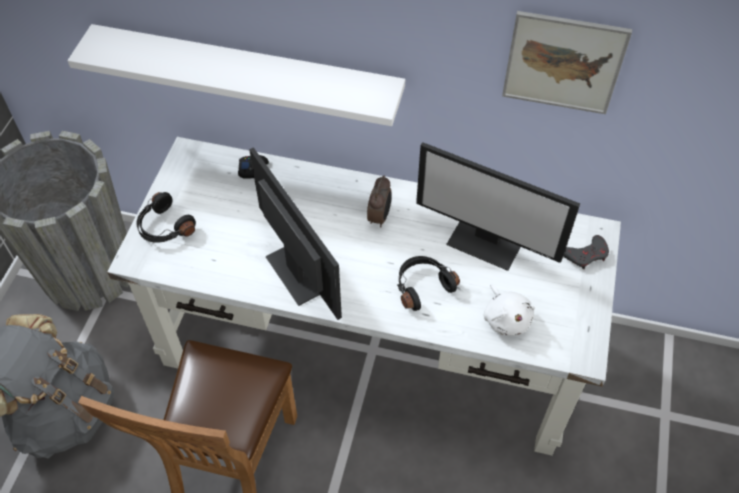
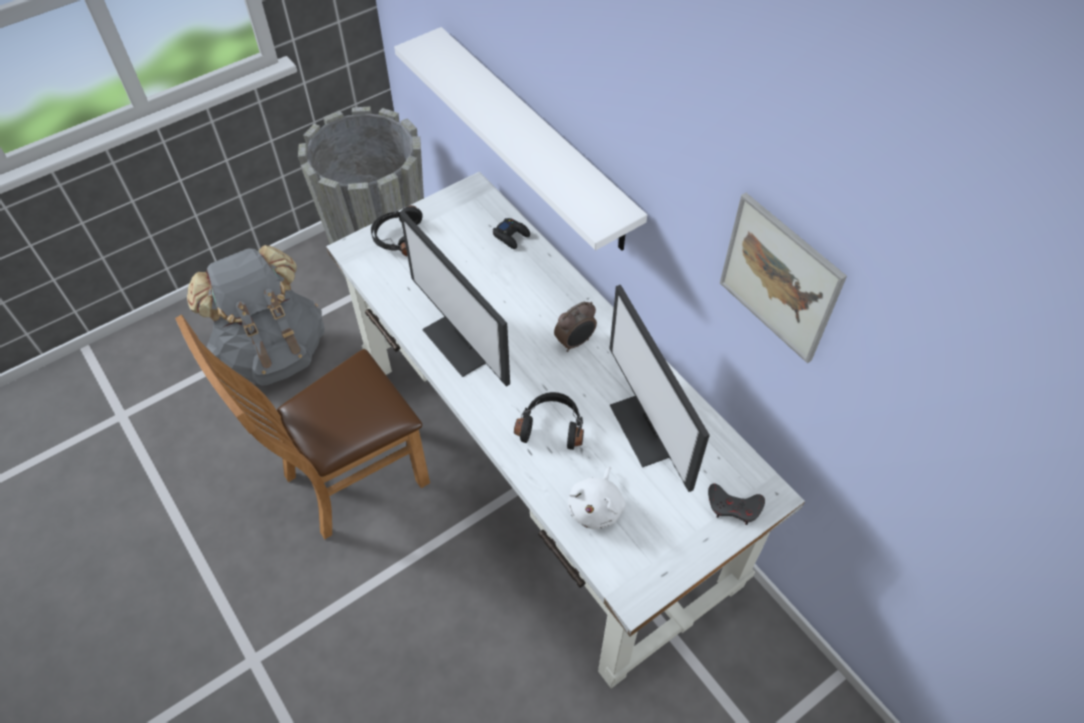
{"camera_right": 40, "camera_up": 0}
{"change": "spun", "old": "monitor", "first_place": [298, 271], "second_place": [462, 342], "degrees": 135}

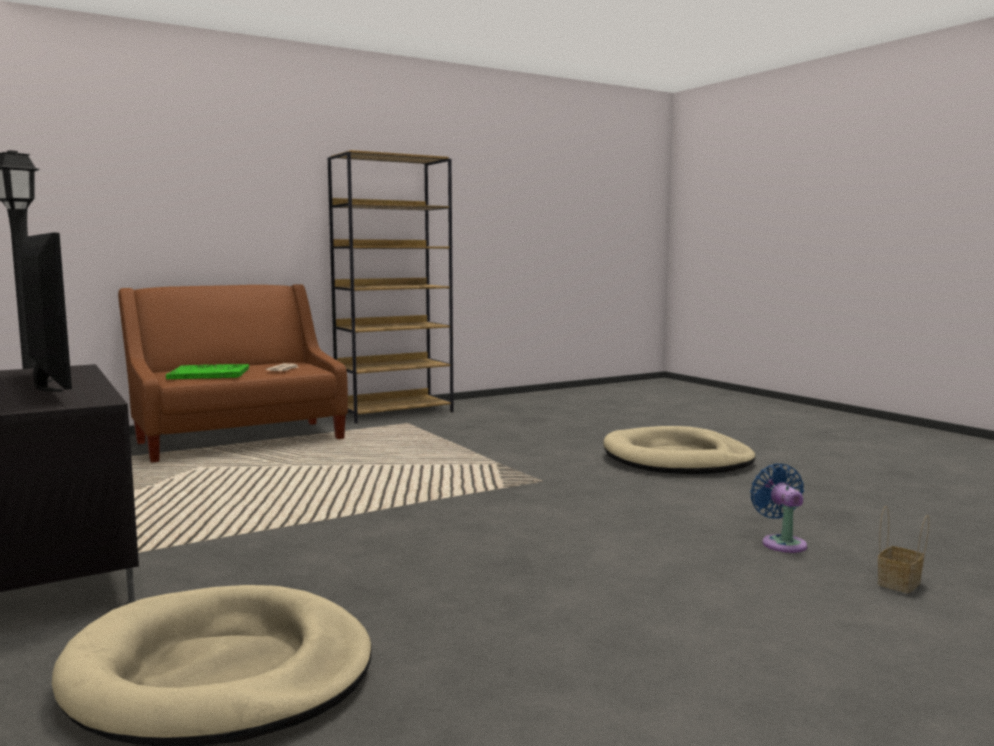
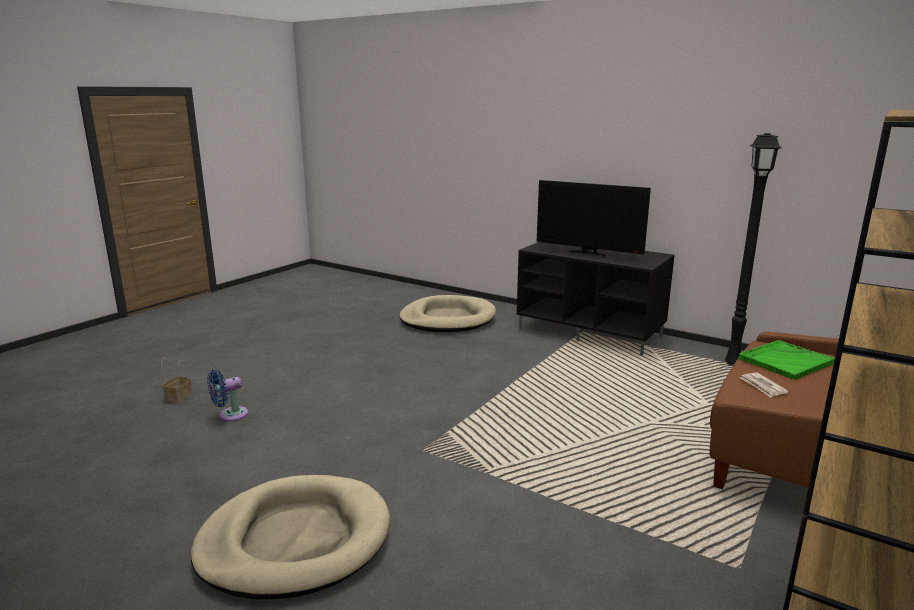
{"camera_right": 155, "camera_up": 10}
{"change": "spun", "old": "blue fan", "first_place": [781, 543], "second_place": [230, 415], "degrees": 90}

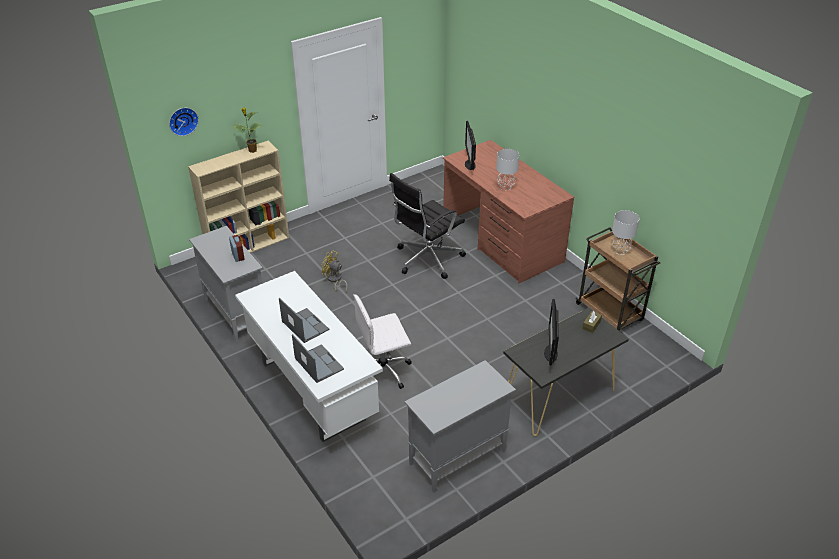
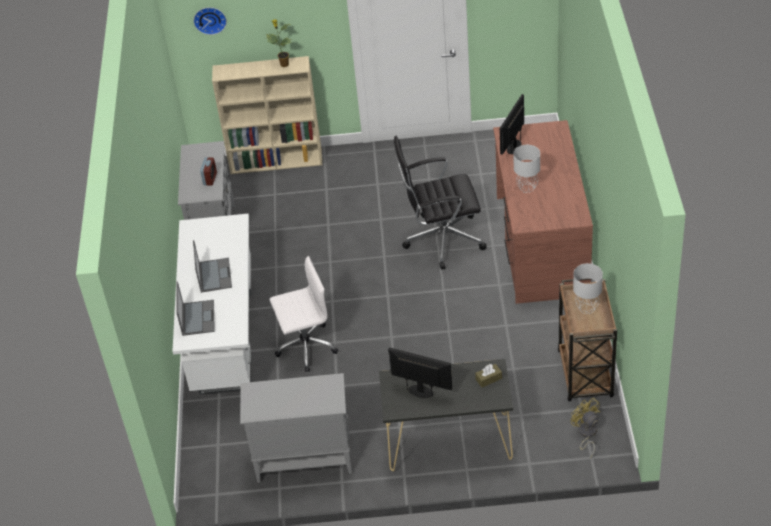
{"camera_right": 35, "camera_up": 5}
{"change": "relocated", "old": "yellow fan", "first_place": [334, 280], "second_place": [586, 434]}
{"change": "spun", "old": "white office chair", "first_place": [384, 370], "second_place": [305, 346], "degrees": 150}
{"change": "spun", "old": "monitor", "first_place": [550, 353], "second_place": [421, 391], "degrees": 75}

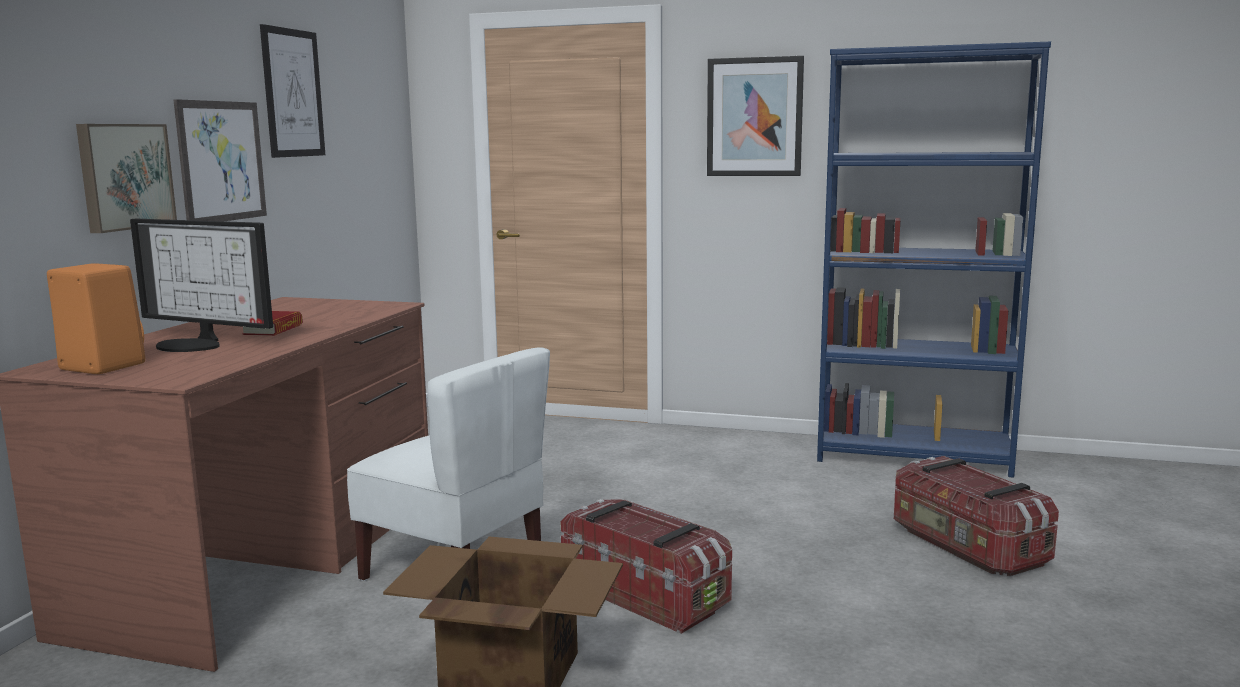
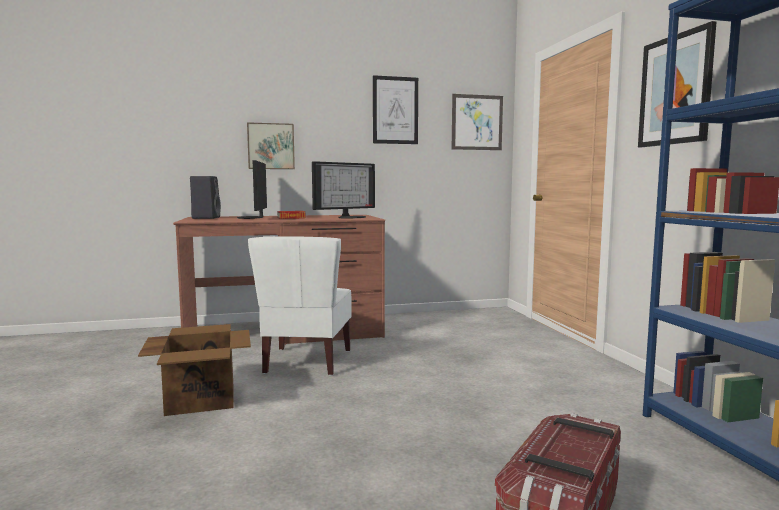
{"camera_right": 60, "camera_up": -5}
{"change": "missing", "old": "storage box", "first_place": [646, 594]}
{"change": "appeared", "new": "monitor", "second_place": [350, 217]}
{"change": "relocated", "old": "picture", "first_place": [222, 161], "second_place": [477, 122]}
{"change": "colour", "old": "orange speaker", "new": "black speaker", "first_place": [100, 366], "second_place": [206, 218]}

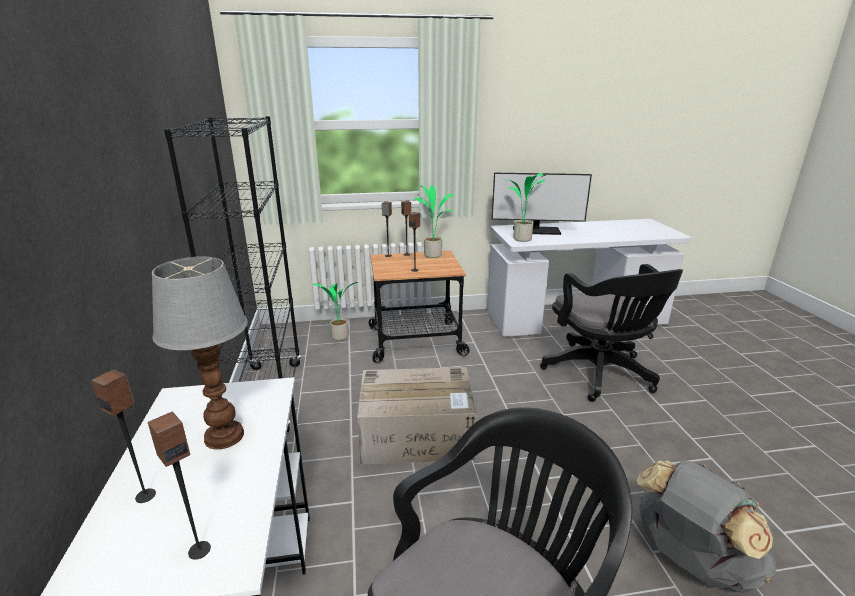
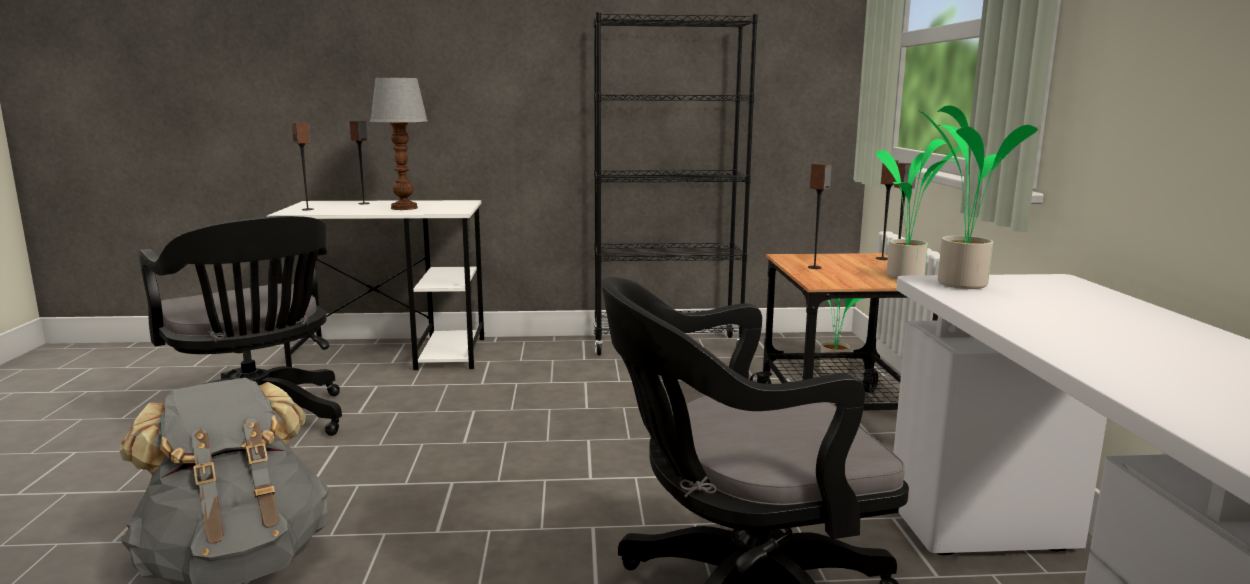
{"camera_right": 95, "camera_up": -10}
{"change": "missing", "old": "cardboard box", "first_place": [418, 434]}
{"change": "missing", "old": "monitor", "first_place": [536, 231]}

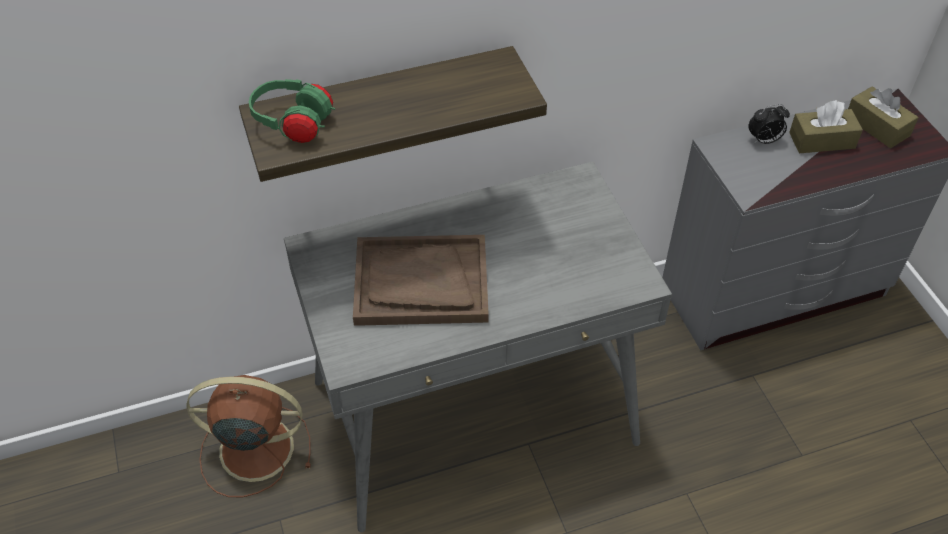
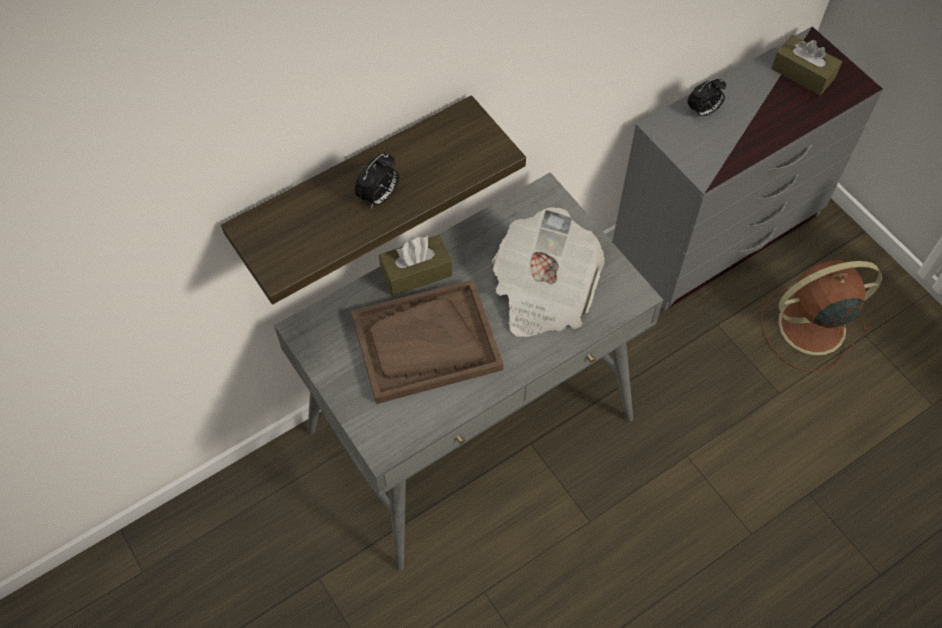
{"camera_right": -15, "camera_up": 10}
{"change": "missing", "old": "green headphones", "first_place": [294, 125]}
{"change": "appeared", "new": "alarm clock", "second_place": [379, 197]}
{"change": "appeared", "new": "newspaper", "second_place": [543, 292]}
{"change": "relocated", "old": "brown fan", "first_place": [253, 449], "second_place": [808, 326]}
{"change": "relocated", "old": "brown tissue box", "first_place": [822, 140], "second_place": [416, 272]}

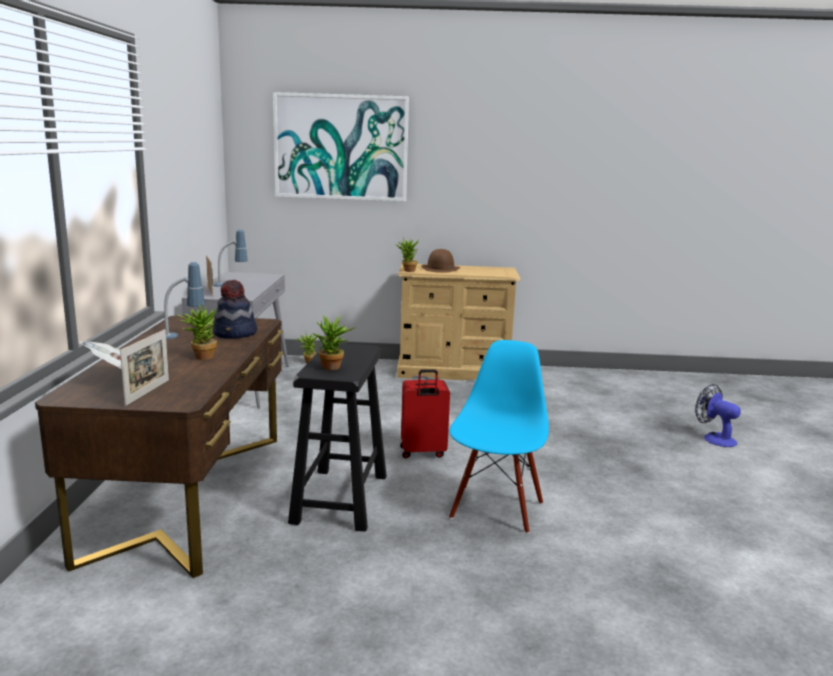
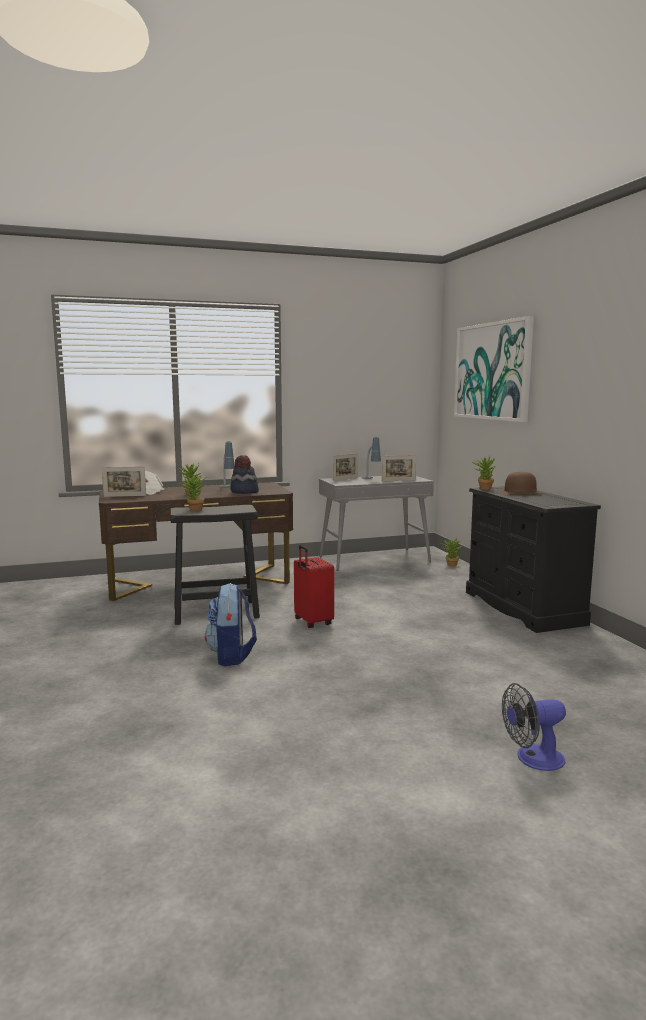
{"camera_right": 70, "camera_up": -5}
{"change": "appeared", "new": "picture frame", "second_place": [398, 480]}
{"change": "exchanged", "old": "blue chair", "new": "backpack", "first_place": [495, 509], "second_place": [231, 656]}
{"change": "colour", "old": "beige dresser", "new": "black dresser", "first_place": [454, 371], "second_place": [523, 608]}
{"change": "spun", "old": "fan", "first_place": [714, 438], "second_place": [532, 759], "degrees": -135}

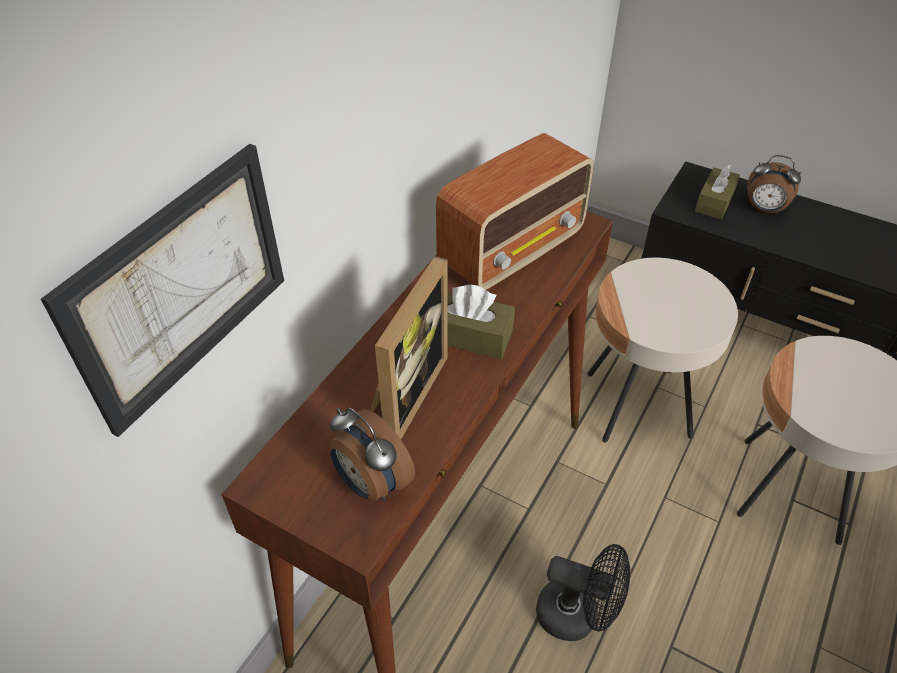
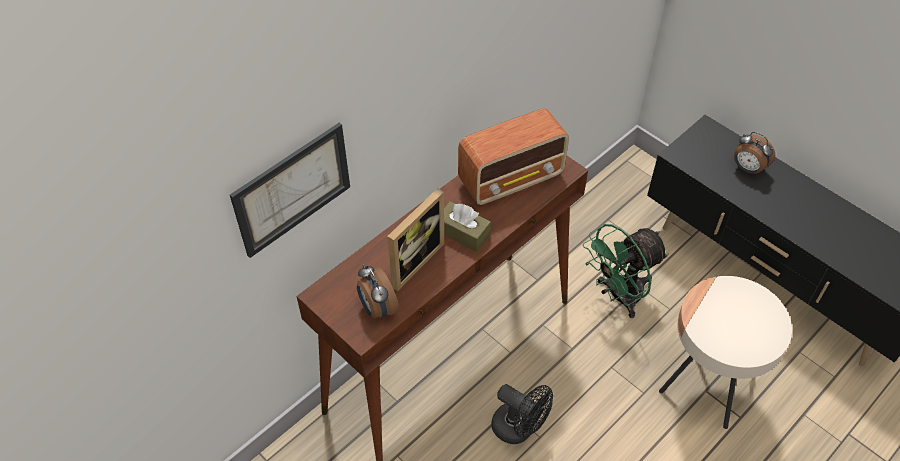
{"camera_right": 15, "camera_up": 5}
{"change": "missing", "old": "brown tissue box", "first_place": [714, 202]}
{"change": "exchanged", "old": "beige side table", "new": "green fan", "first_place": [638, 405], "second_place": [618, 297]}

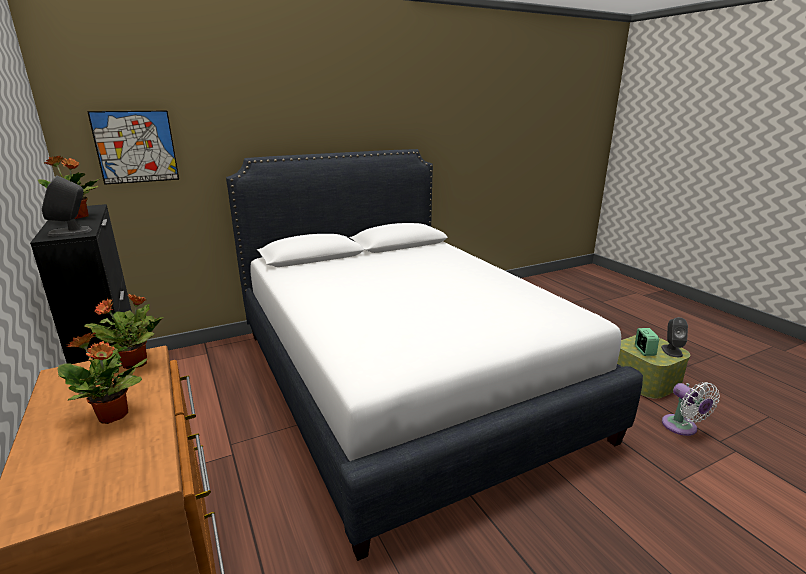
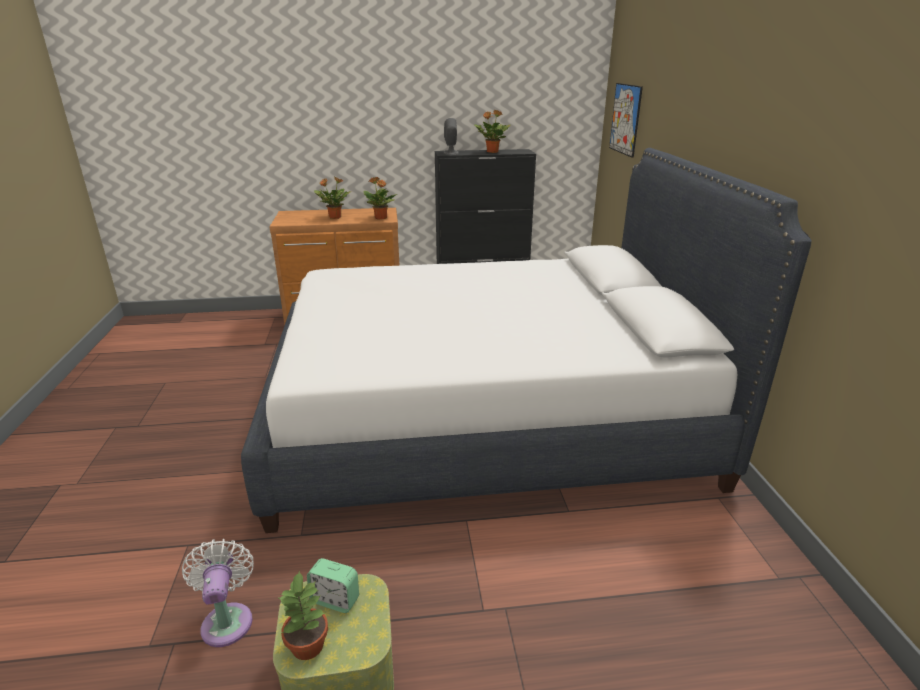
{"camera_right": 110, "camera_up": 5}
{"change": "exchanged", "old": "grey speaker", "new": "potted plant", "first_place": [671, 350], "second_place": [307, 646]}
{"change": "spun", "old": "white fan", "first_place": [682, 427], "second_place": [227, 619], "degrees": 75}

